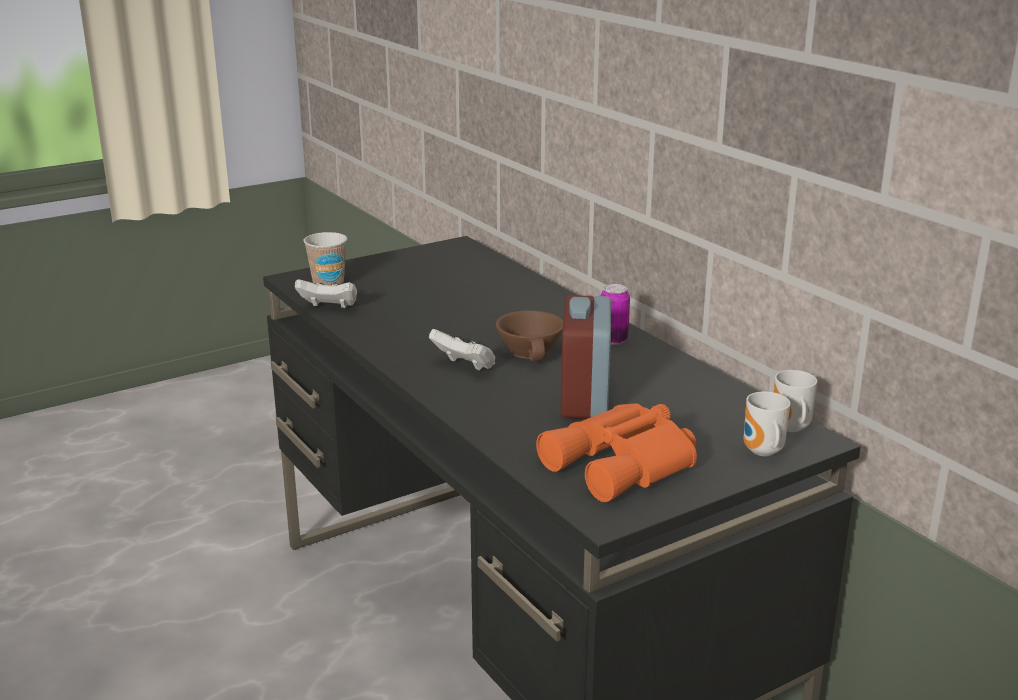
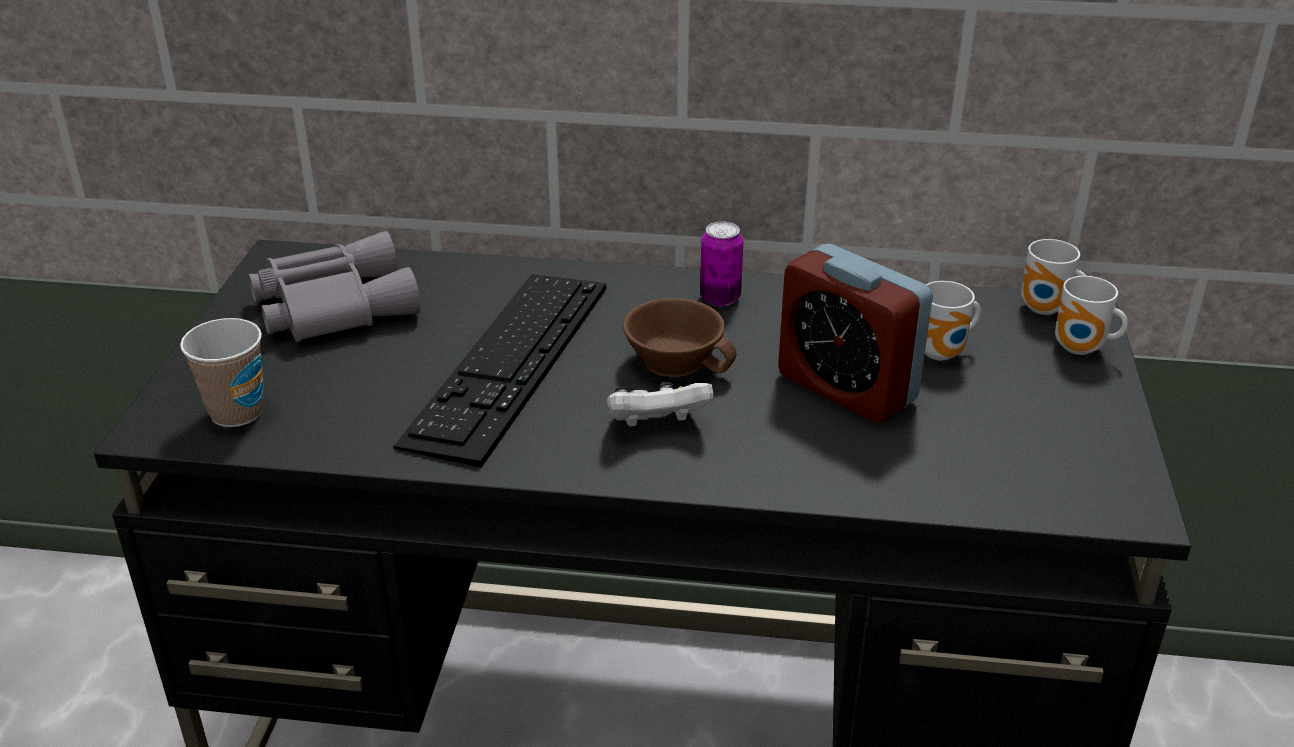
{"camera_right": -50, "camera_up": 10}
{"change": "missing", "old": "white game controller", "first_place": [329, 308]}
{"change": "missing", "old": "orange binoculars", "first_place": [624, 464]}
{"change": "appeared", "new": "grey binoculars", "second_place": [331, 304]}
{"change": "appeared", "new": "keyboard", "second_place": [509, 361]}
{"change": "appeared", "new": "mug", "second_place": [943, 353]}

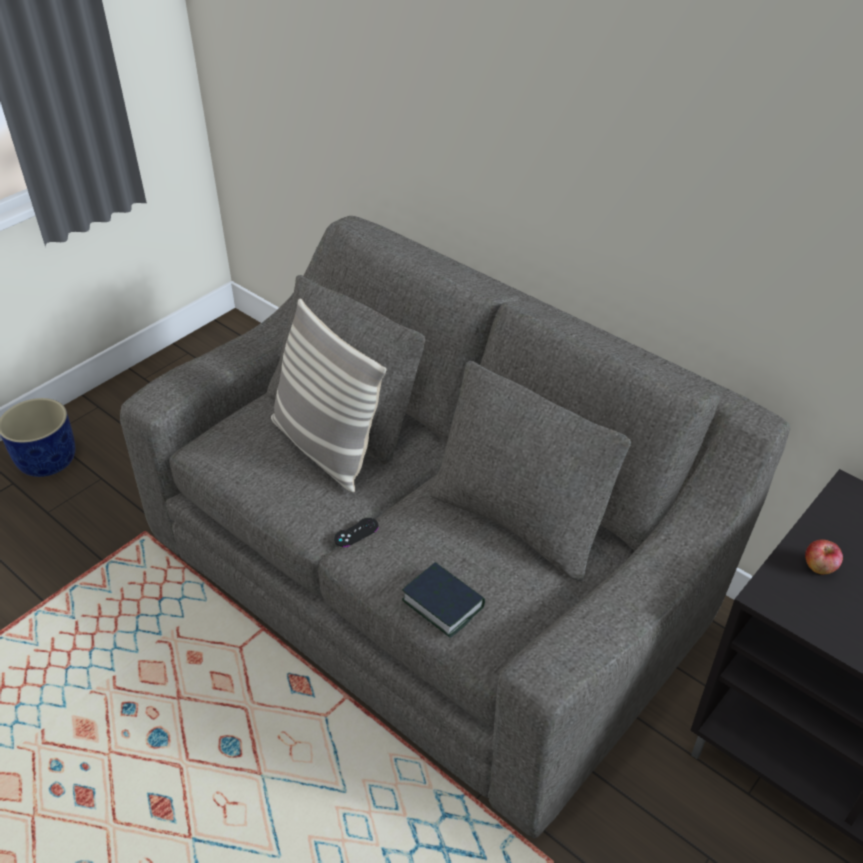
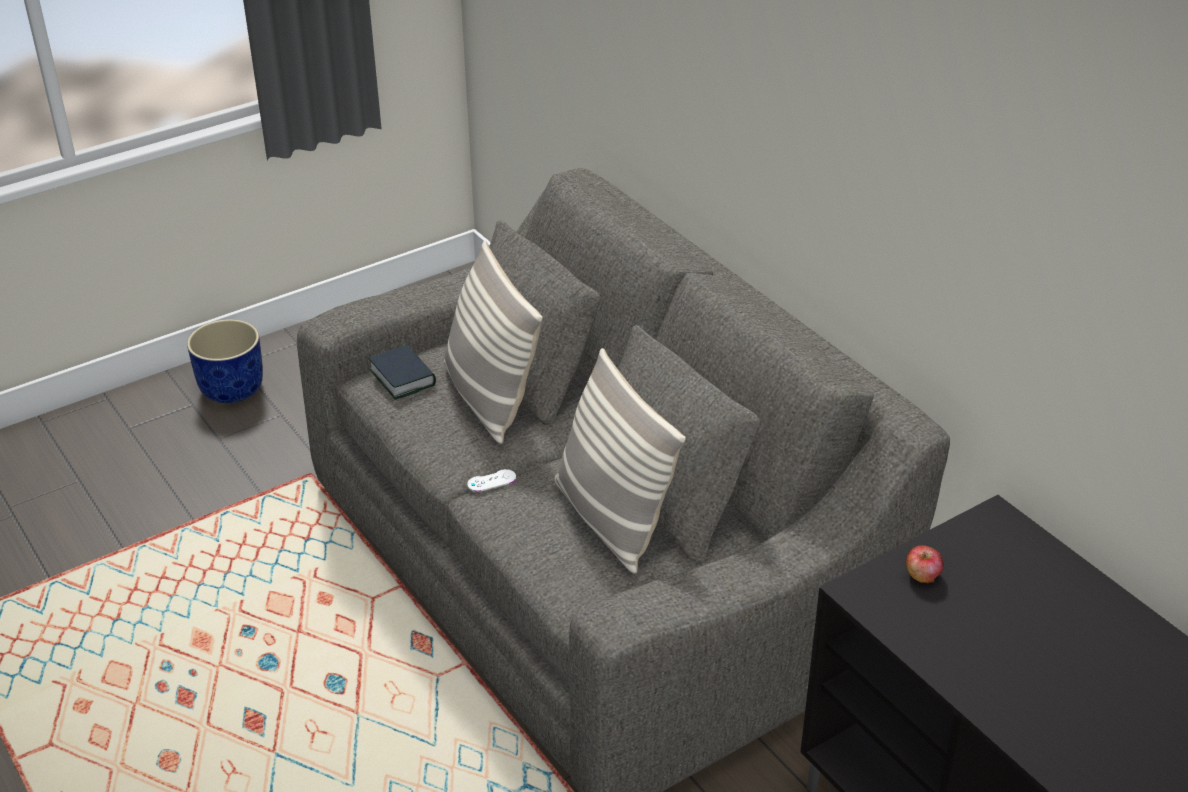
{"camera_right": 15, "camera_up": -5}
{"change": "appeared", "new": "pillow", "second_place": [611, 521]}
{"change": "relocated", "old": "book", "first_place": [443, 603], "second_place": [402, 377]}
{"change": "colour", "old": "black game controller", "new": "white game controller", "first_place": [356, 532], "second_place": [491, 481]}

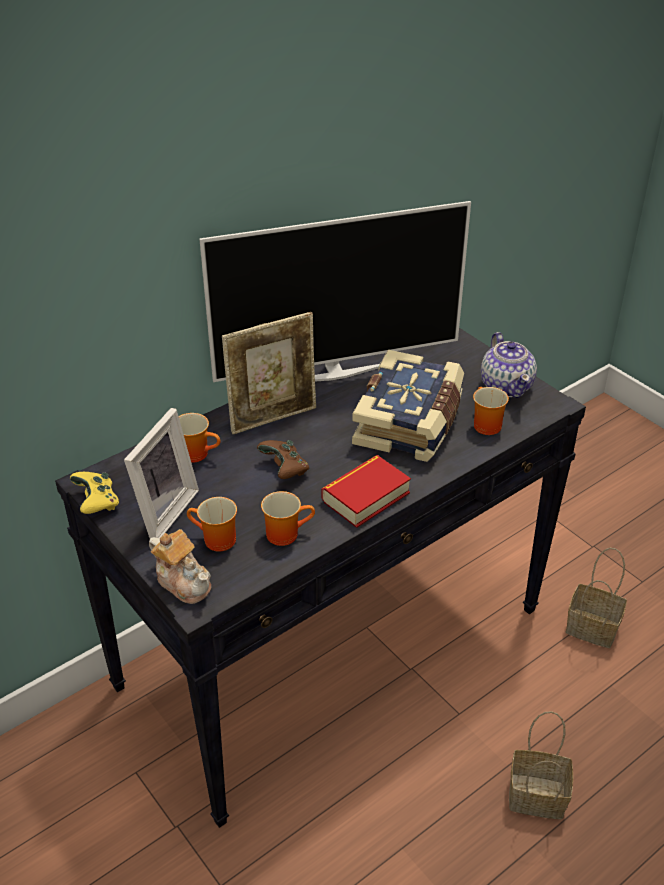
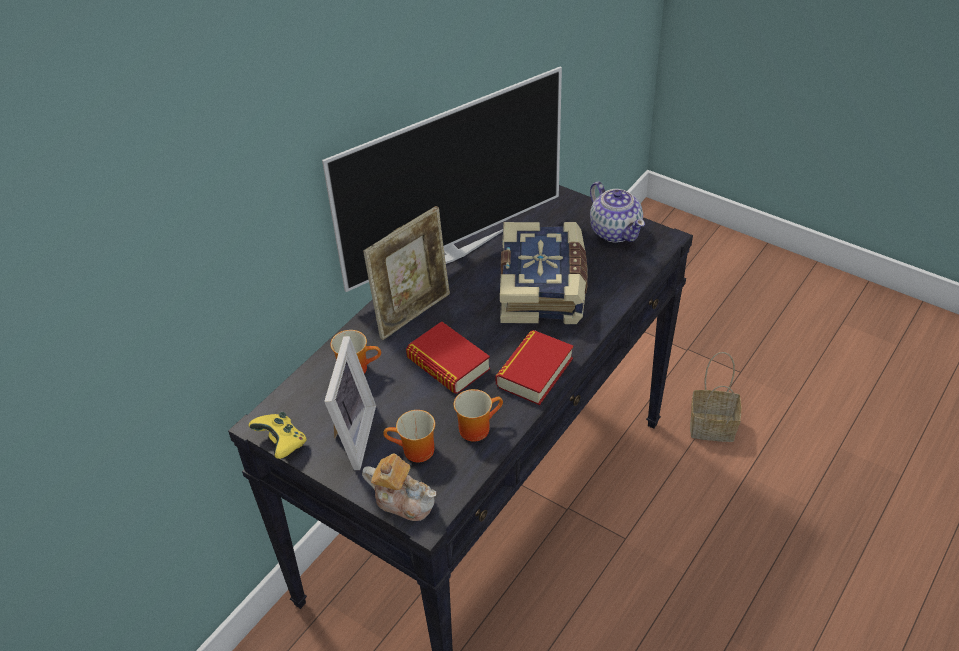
{"camera_right": -15, "camera_up": 5}
{"change": "missing", "old": "mug", "first_place": [484, 424]}
{"change": "missing", "old": "basket", "first_place": [534, 797]}
{"change": "exchanged", "old": "brown game controller", "new": "book", "first_place": [285, 470], "second_place": [448, 364]}

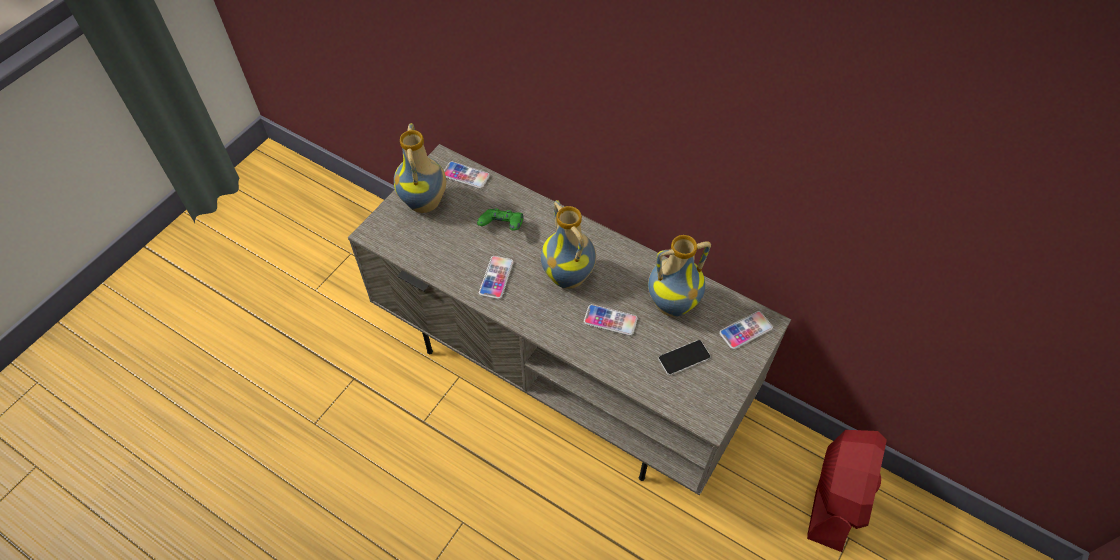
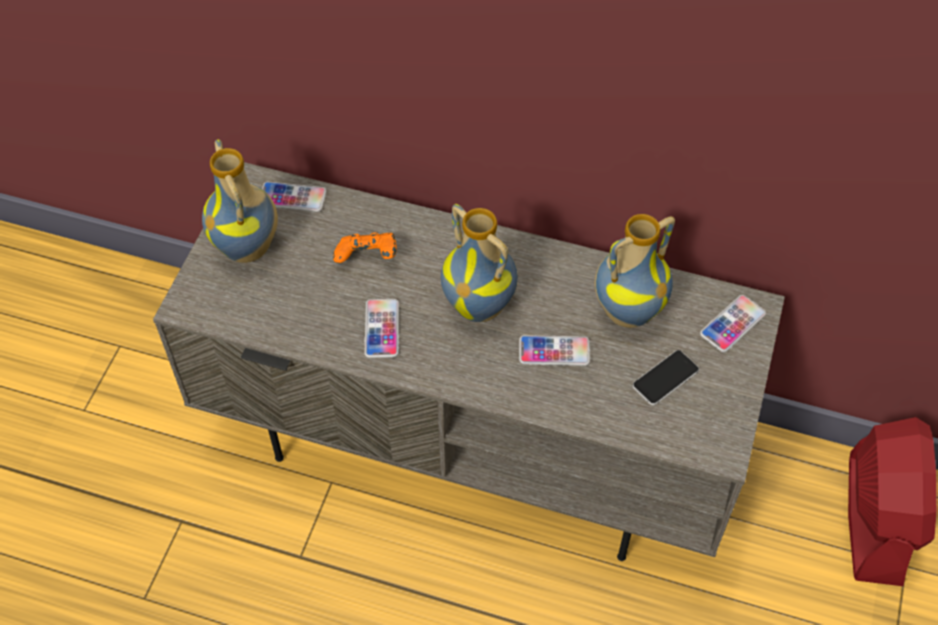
{"camera_right": -15, "camera_up": 0}
{"change": "colour", "old": "green game controller", "new": "orange game controller", "first_place": [502, 227], "second_place": [367, 258]}

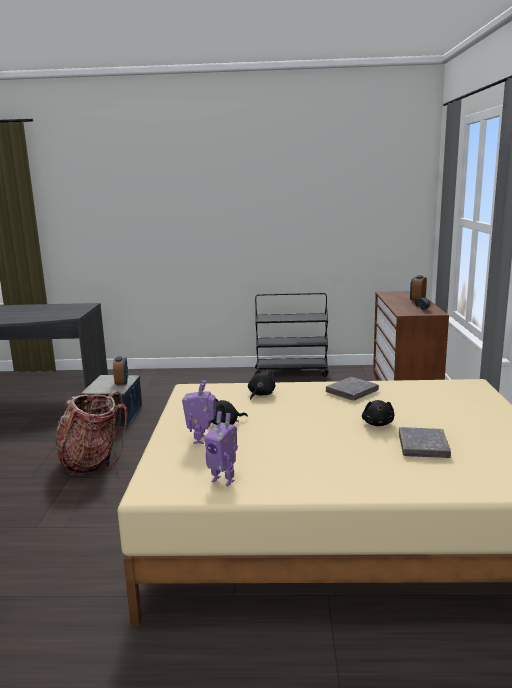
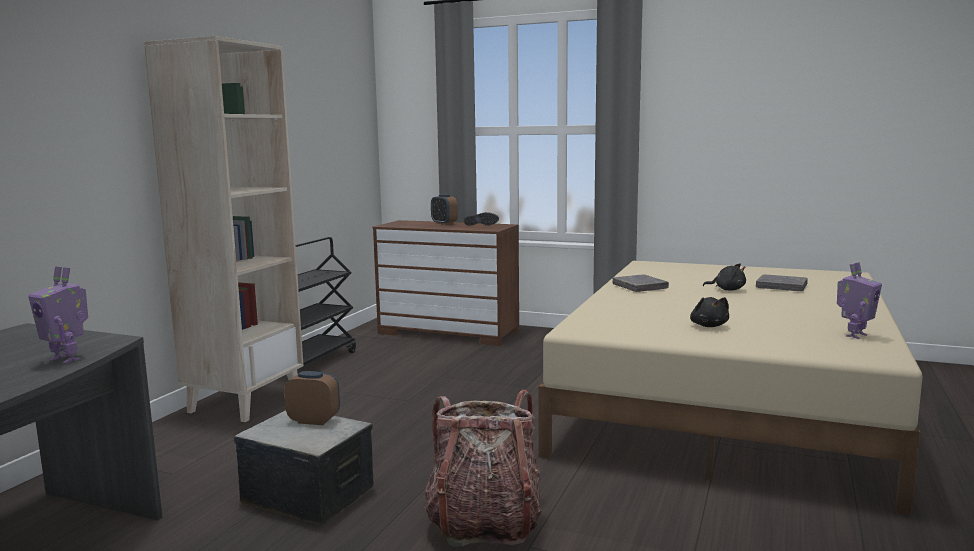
{"camera_right": -70, "camera_up": -5}
{"change": "missing", "old": "black plush toy", "first_place": [260, 394]}
{"change": "appeared", "new": "beige bookcase", "second_place": [245, 401]}
{"change": "relocated", "old": "toy robot", "first_place": [201, 440], "second_place": [66, 359]}

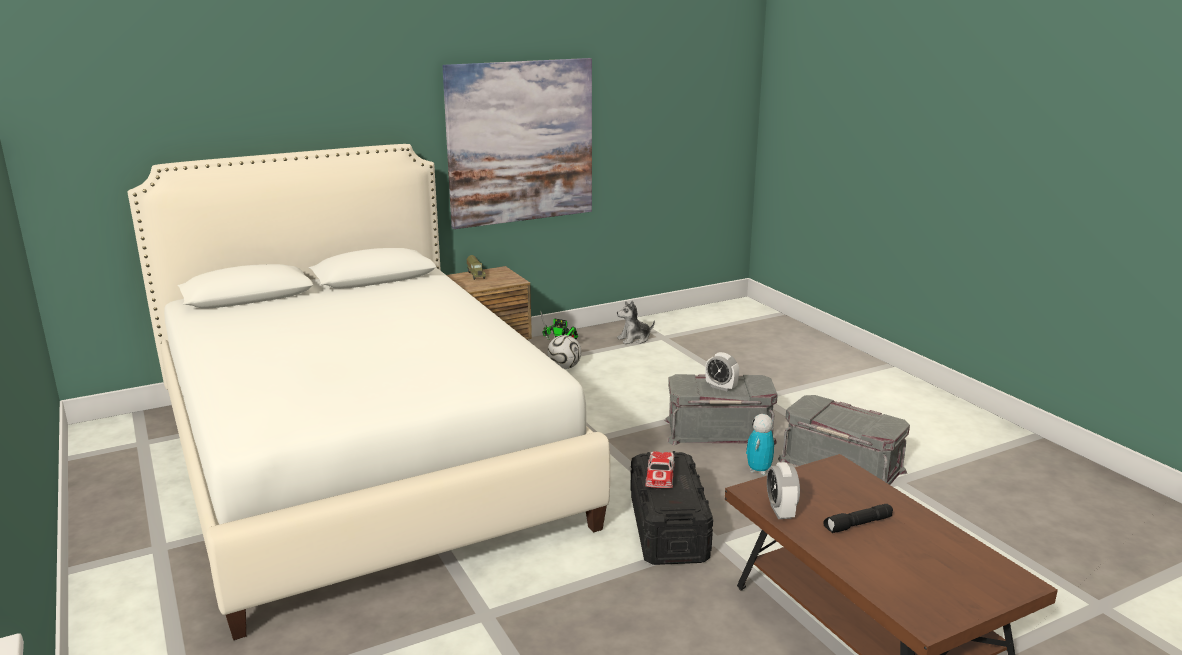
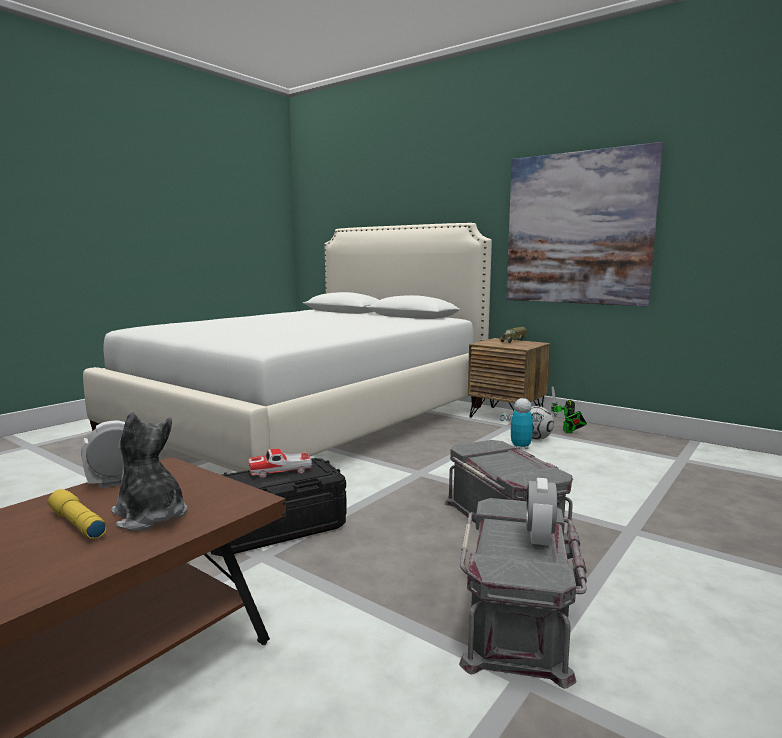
{"camera_right": 65, "camera_up": -10}
{"change": "relocated", "old": "plush toy", "first_place": [634, 339], "second_place": [150, 516]}
{"change": "relocated", "old": "alarm clock", "first_place": [721, 387], "second_place": [539, 539]}
{"change": "relocated", "old": "toy robot", "first_place": [759, 470], "second_place": [520, 447]}
{"change": "colour", "old": "black flashlight", "new": "yellow flashlight", "first_place": [858, 525], "second_place": [76, 524]}

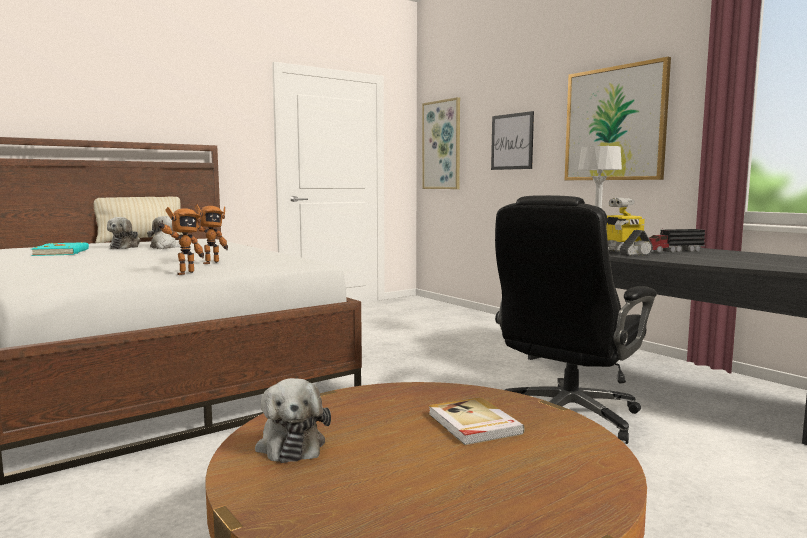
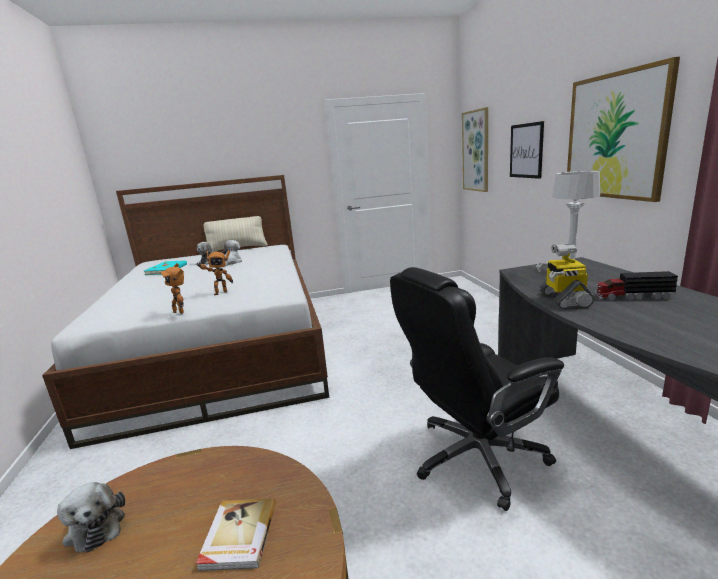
{"camera_right": 25, "camera_up": 10}
{"change": "spun", "old": "toy robot", "first_place": [183, 273], "second_place": [180, 311], "degrees": 75}
{"change": "spun", "old": "plush toy", "first_place": [291, 444], "second_place": [95, 525], "degrees": -45}

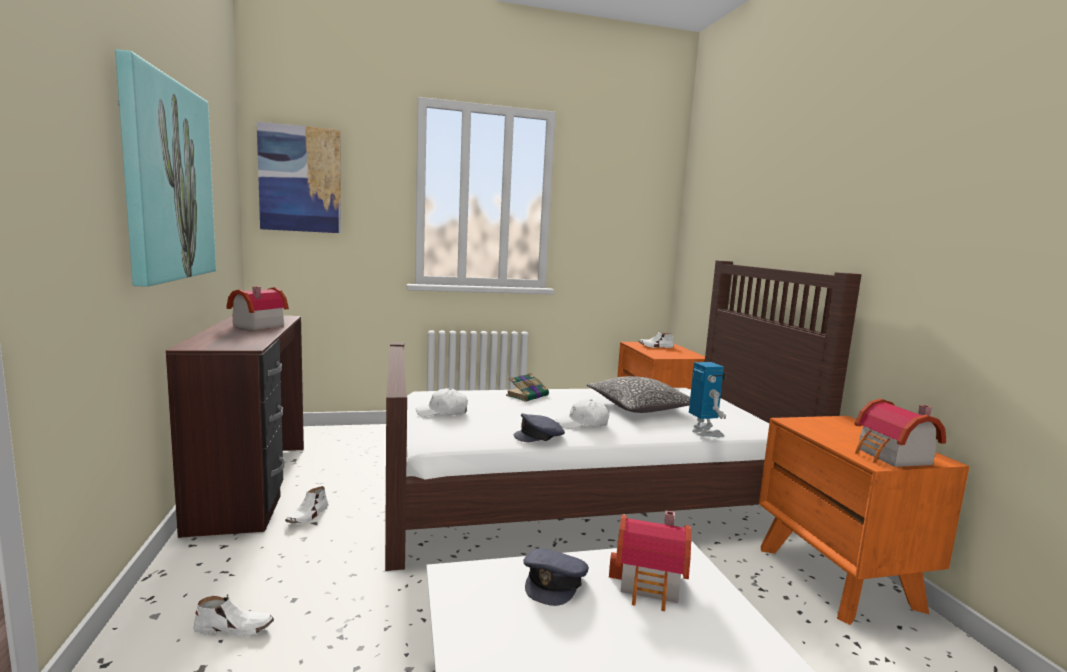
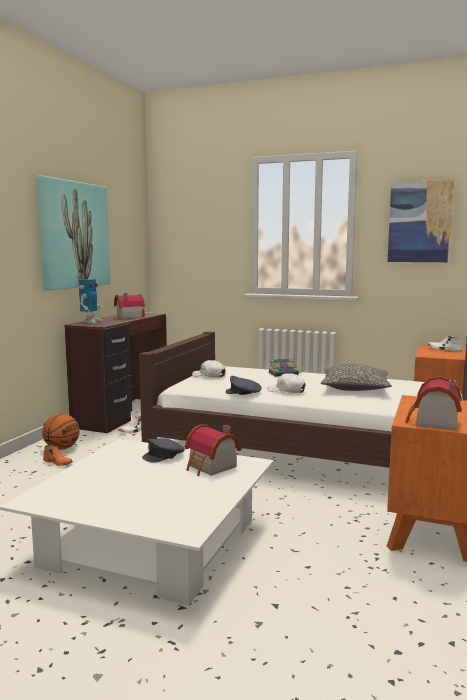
{"camera_right": 35, "camera_up": 0}
{"change": "appeared", "new": "basketball", "second_place": [61, 448]}
{"change": "relocated", "old": "picture", "first_place": [300, 179], "second_place": [420, 222]}
{"change": "relocated", "old": "toy robot", "first_place": [704, 432], "second_place": [91, 322]}
{"change": "colour", "old": "white shoe", "new": "orange shoe", "first_place": [235, 628], "second_place": [58, 462]}

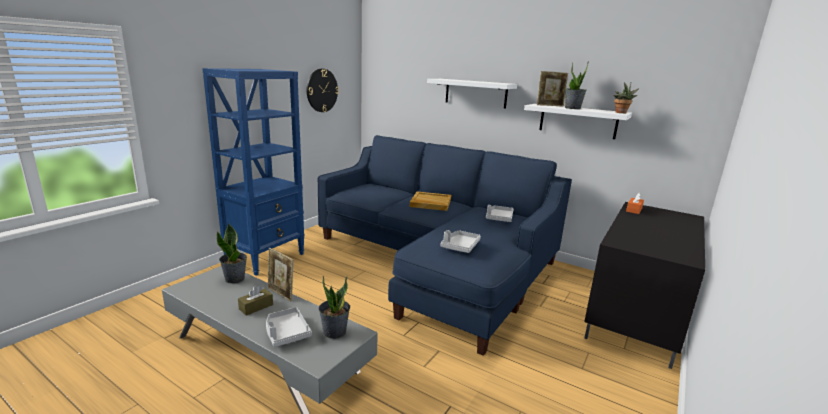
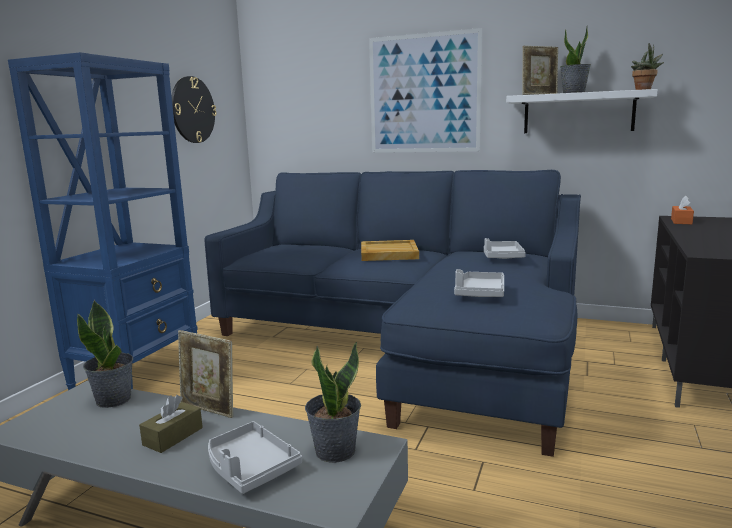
{"camera_right": -10, "camera_up": -5}
{"change": "exchanged", "old": "white shelf", "new": "picture", "first_place": [475, 93], "second_place": [424, 94]}

